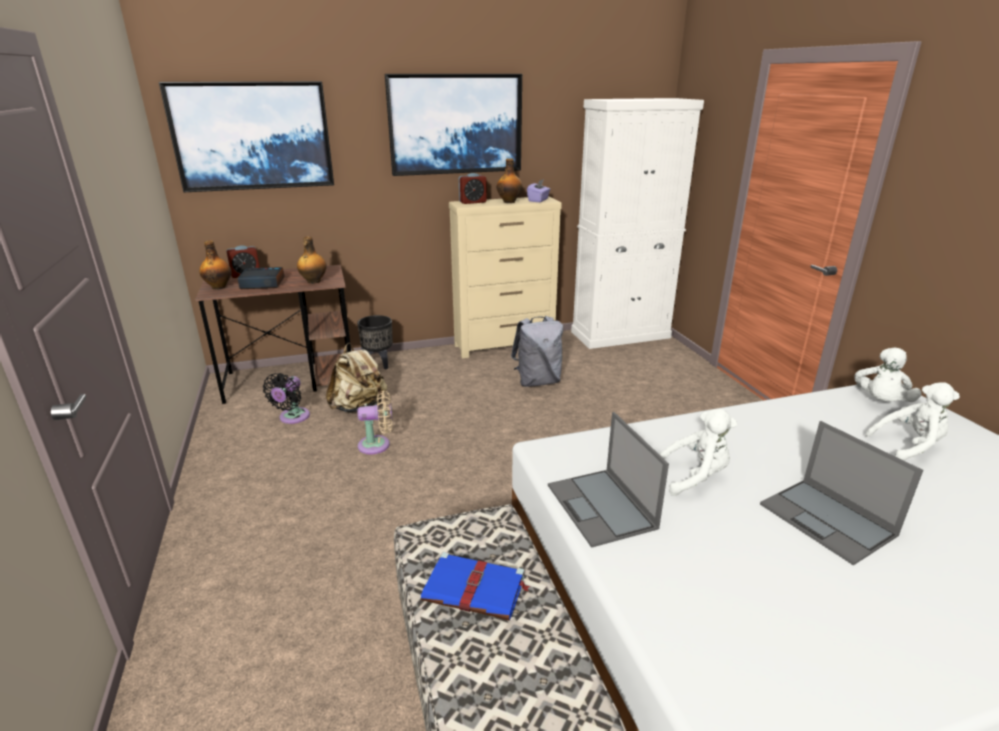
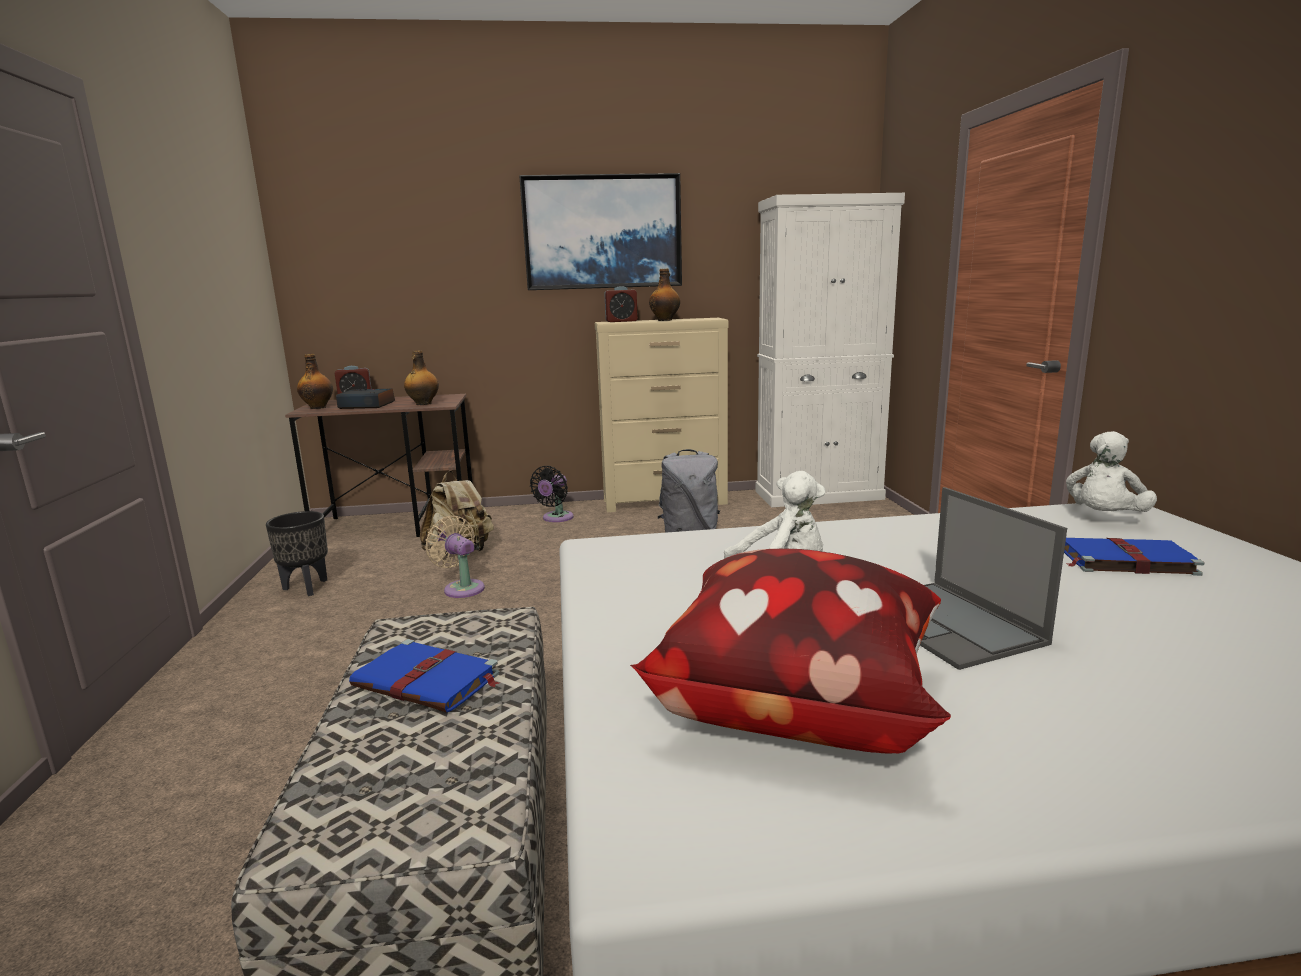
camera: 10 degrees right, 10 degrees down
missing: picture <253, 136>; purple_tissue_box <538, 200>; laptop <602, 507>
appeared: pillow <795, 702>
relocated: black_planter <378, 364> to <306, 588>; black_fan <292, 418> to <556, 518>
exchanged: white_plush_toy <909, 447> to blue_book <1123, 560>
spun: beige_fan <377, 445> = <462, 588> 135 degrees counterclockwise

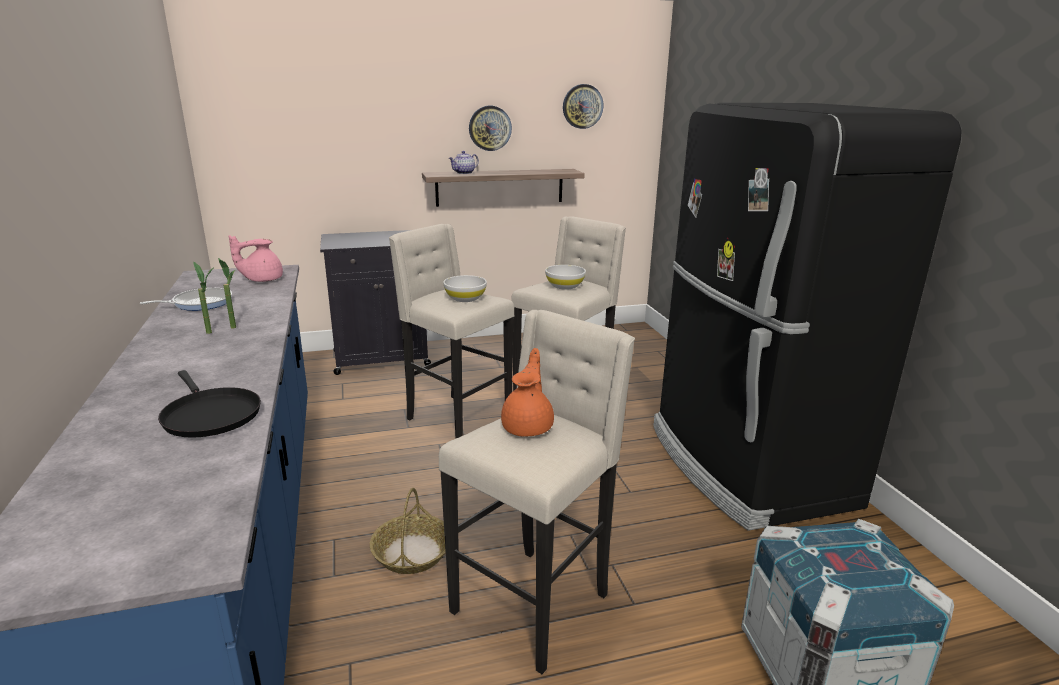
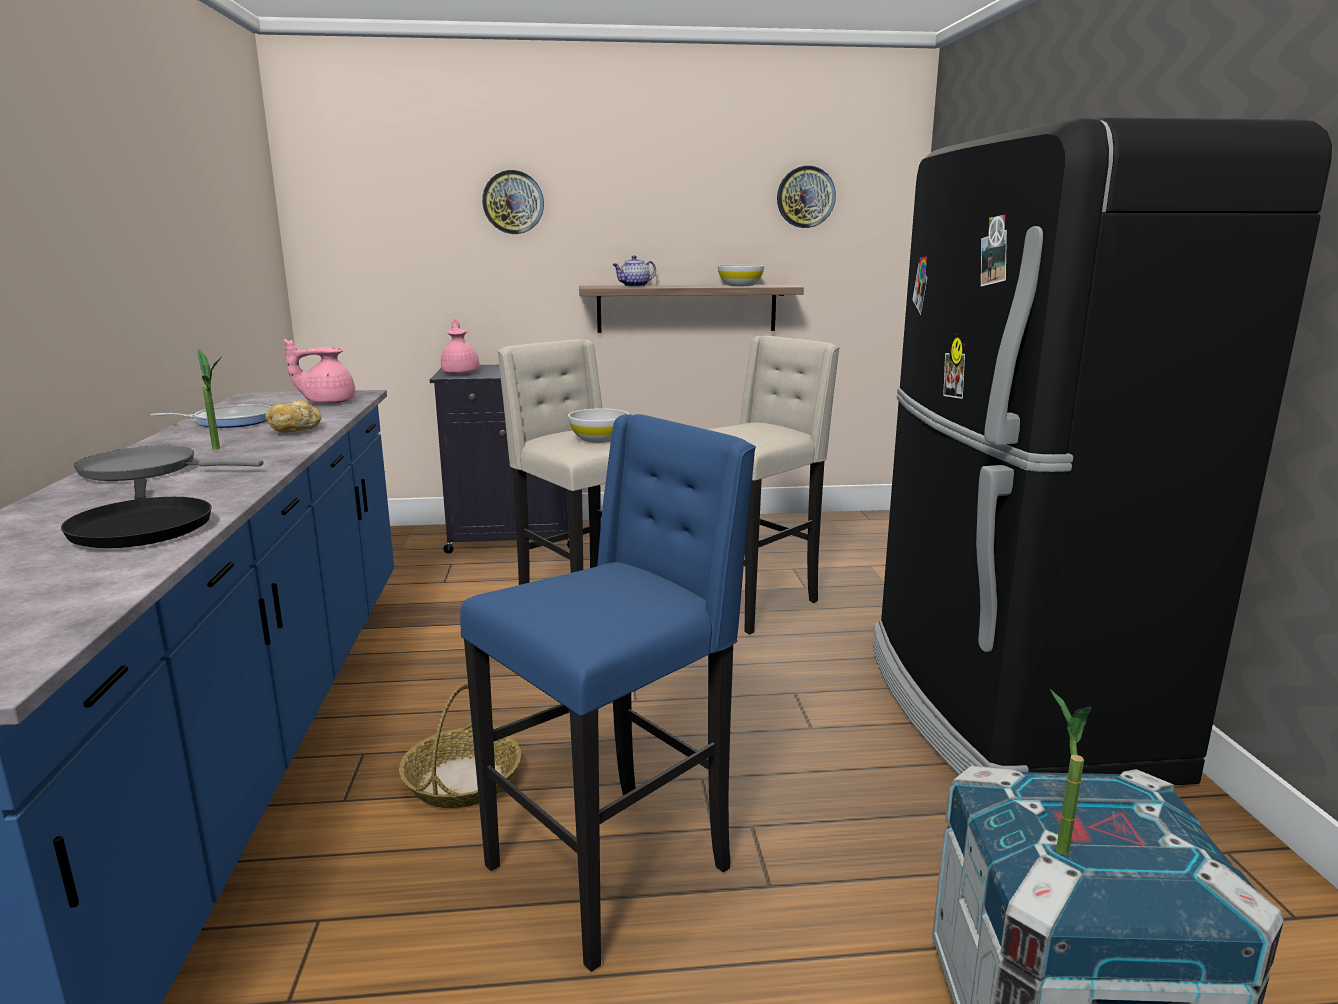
camera: 10 degrees right, 5 degrees down
missing: orange_teapot <528, 426>
appeared: pink_teapot <461, 372>; bread <295, 430>; grey_frying_pan <147, 470>
relocated: wall_clock <490, 128> to <513, 202>; potted_plant <233, 325> to <1054, 842>; white_bowl <564, 286> to <740, 285>
colour: beige_stool <534, 603> to blue_stool <614, 868>

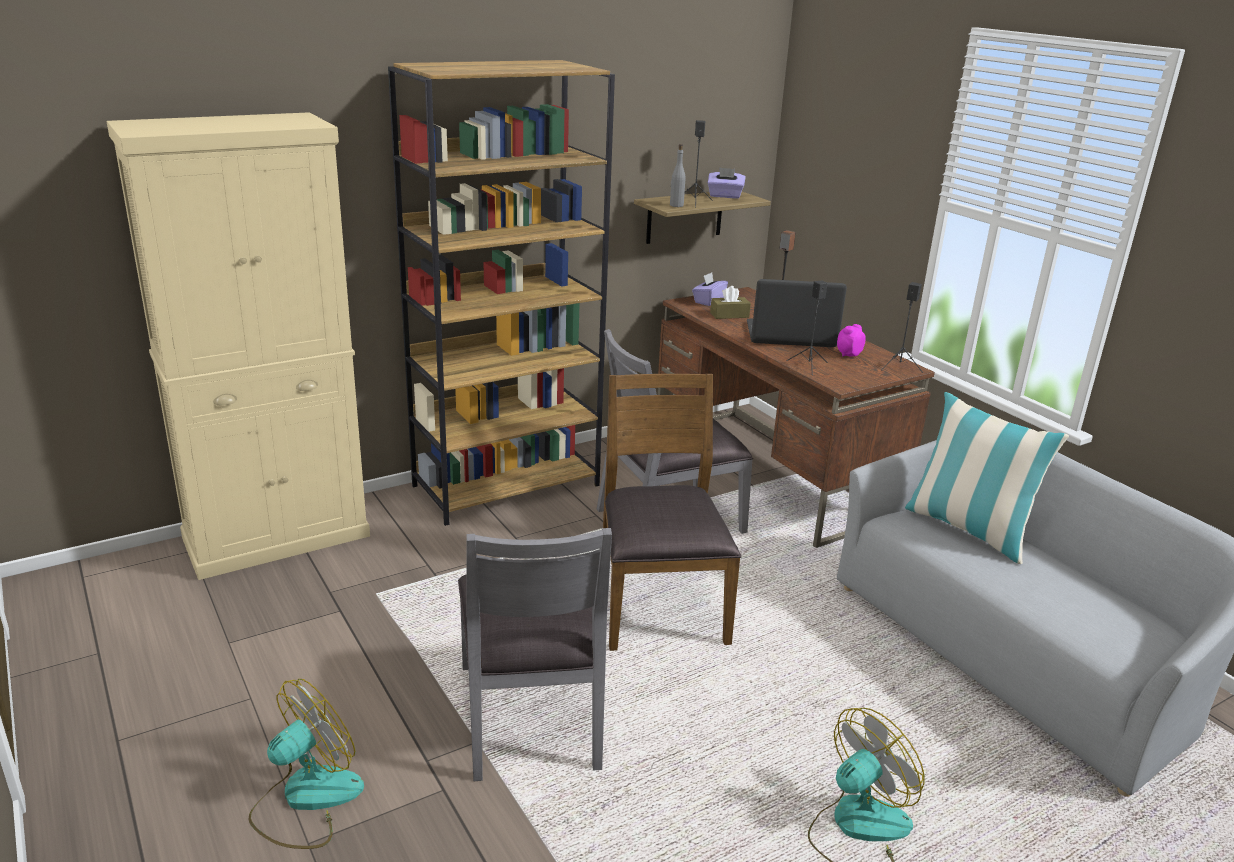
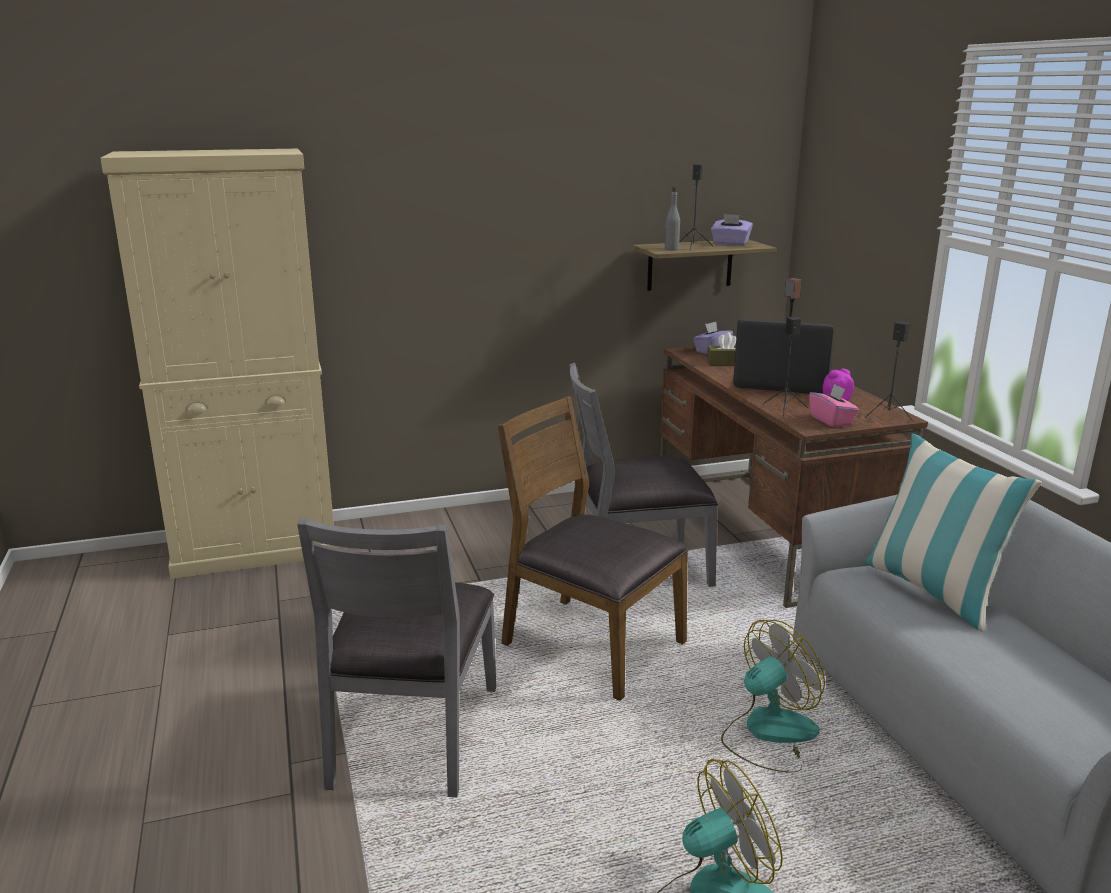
camera: 15 degrees right, 5 degrees down
missing: brown_bookcase <507, 485>
appeared: pink_tissue_box <831, 421>
relocated: fan <306, 799> to <768, 734>
spun: brown_chair <658, 603> = <590, 644> 60 degrees counterclockwise

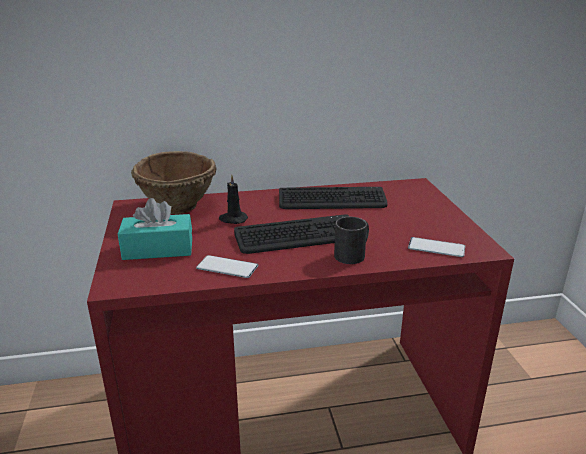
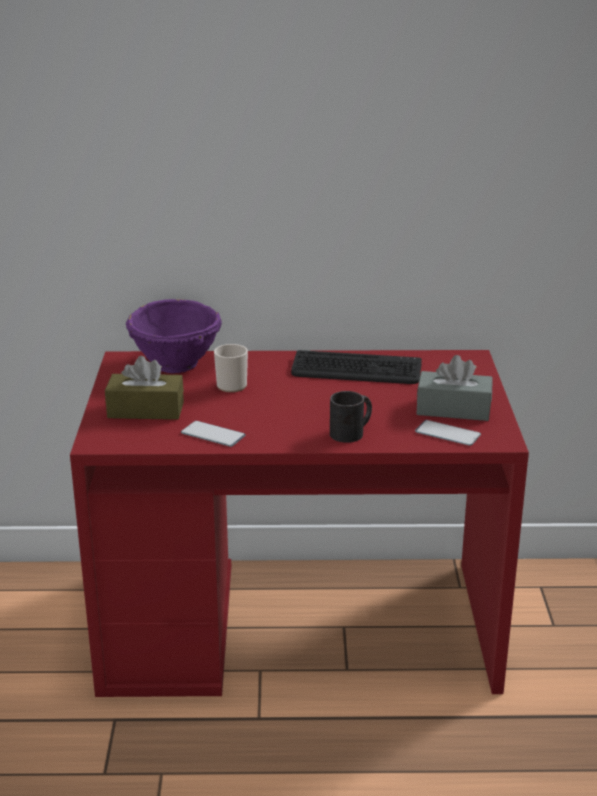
camera: 10 degrees right, 0 degrees up
missing: keyboard <297, 236>
appeared: grey_tissue_box <453, 409>
exchanged: black_candle <233, 219> to mug <233, 384>
colour: brown_bowl <179, 207> to purple_bowl <177, 364>; turquoise_tissue_box <158, 249> to brown_tissue_box <145, 410>

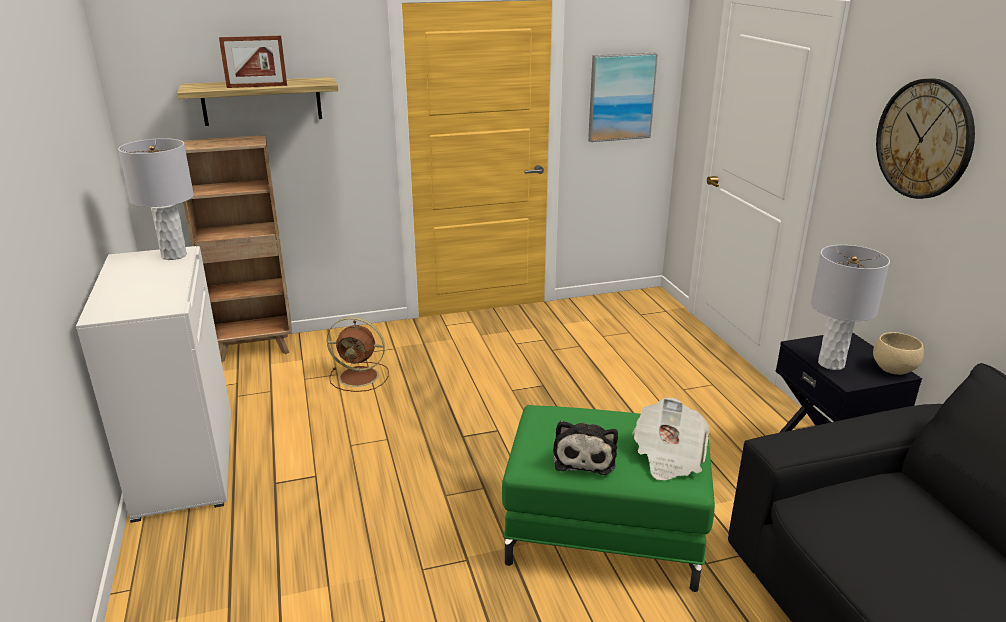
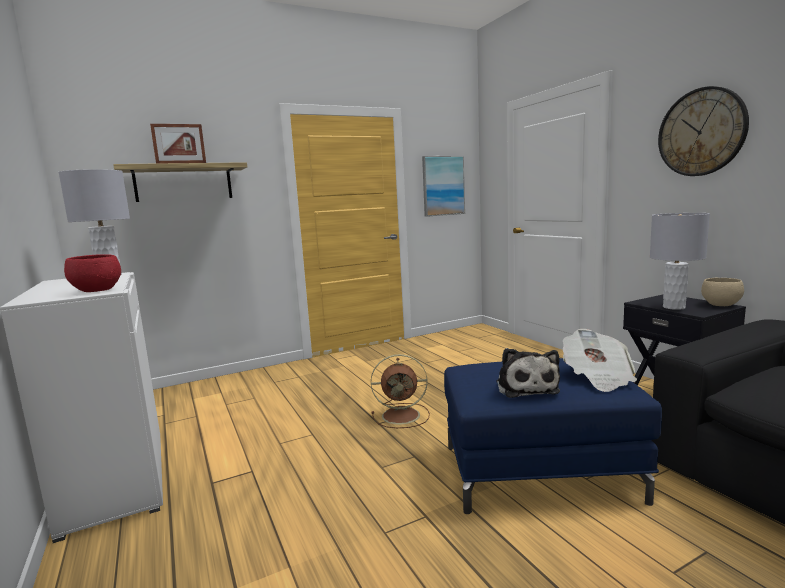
camera: 10 degrees left, 15 degrees down
missing: brown_bookcase <255, 348>
appeared: red_bowl <98, 291>
relocated: brown_fan <360, 377> to <402, 415>
colour: green_ottoman <604, 531> to blue_ottoman <539, 471>

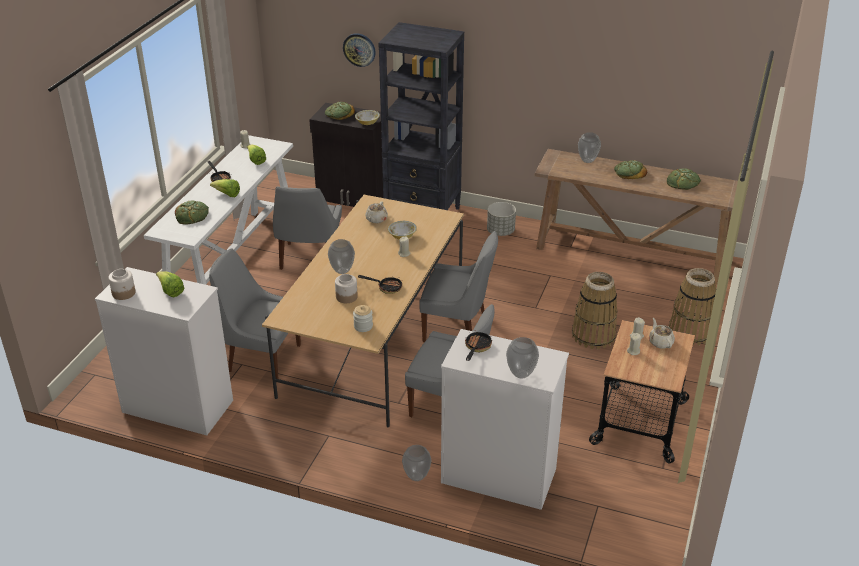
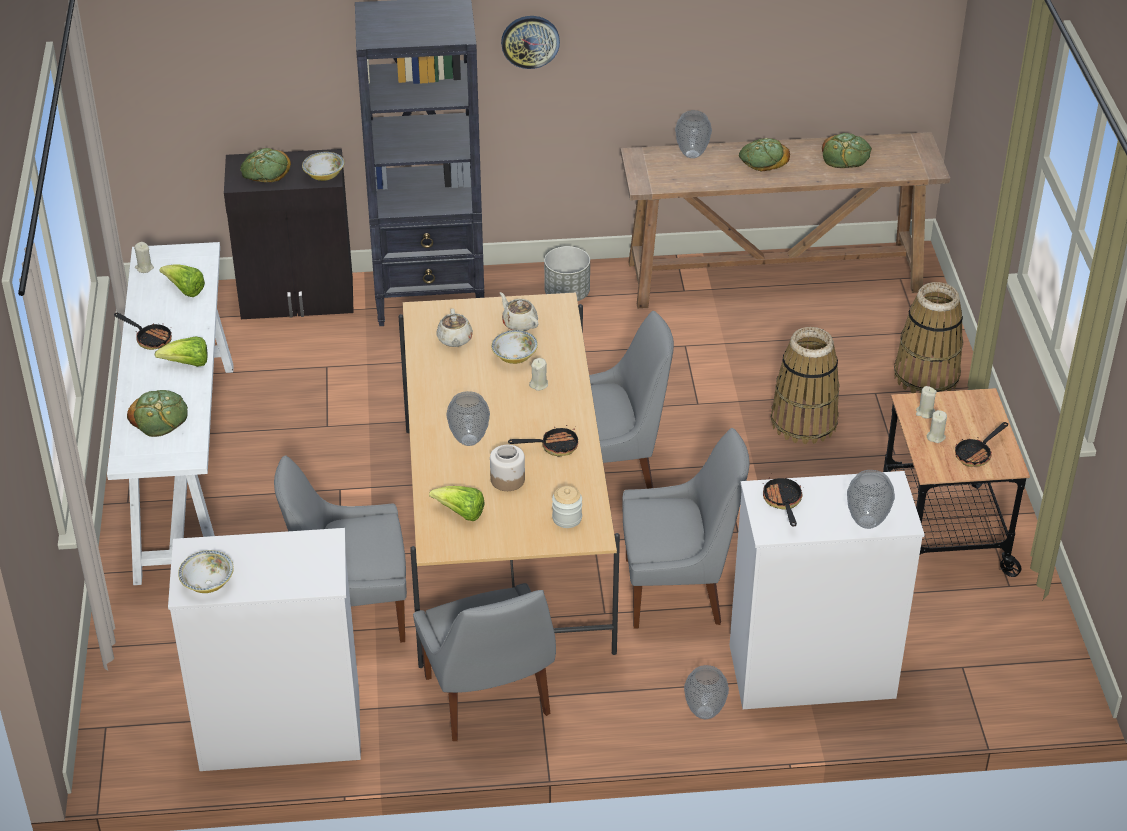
camera: 25 degrees left, 5 degrees up
appeared: frying_pan <976, 454>
relocated: wall_clock <359, 49> to <530, 41>; grey_chair <309, 259> to <489, 699>; lettuce <170, 291> to <460, 513>; beige_teapot <660, 342> to <519, 323>
exchanged: jar <124, 293> to bowl <208, 583>

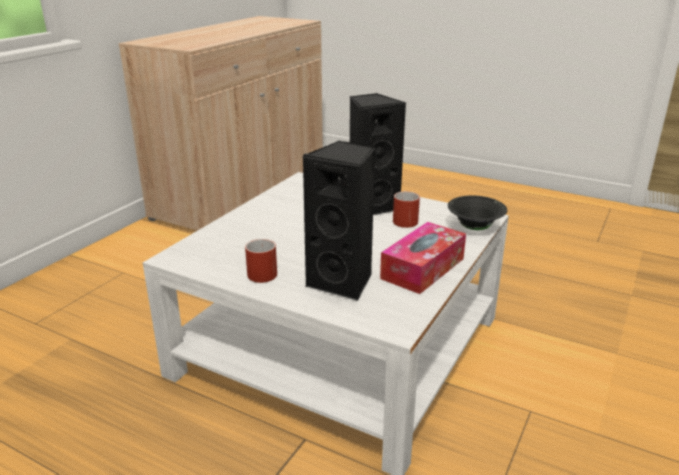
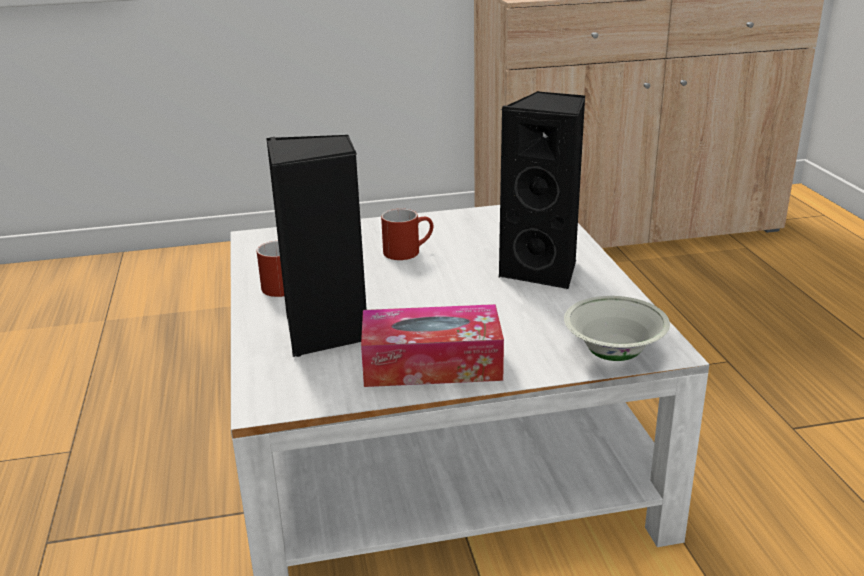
camera: 50 degrees right, 0 degrees up
relocated: red_mug <406, 220> to <408, 251>
colour: black_bowl <475, 227> to white_bowl <614, 354>

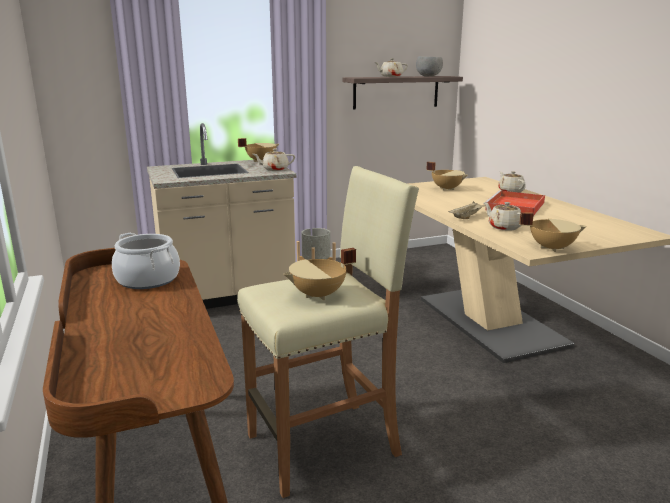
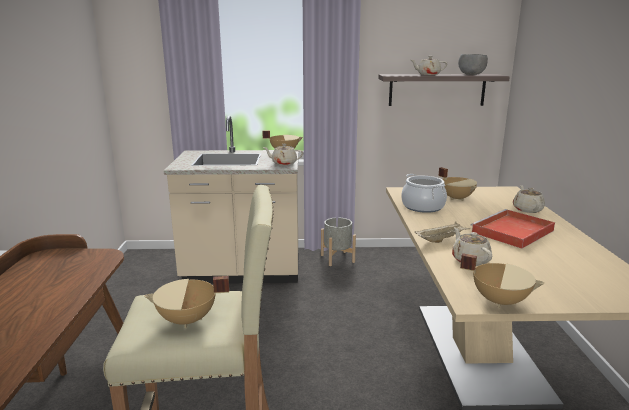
camera: 20 degrees right, 0 degrees up
relocated: cooking_pot <148, 279> to <423, 206>

